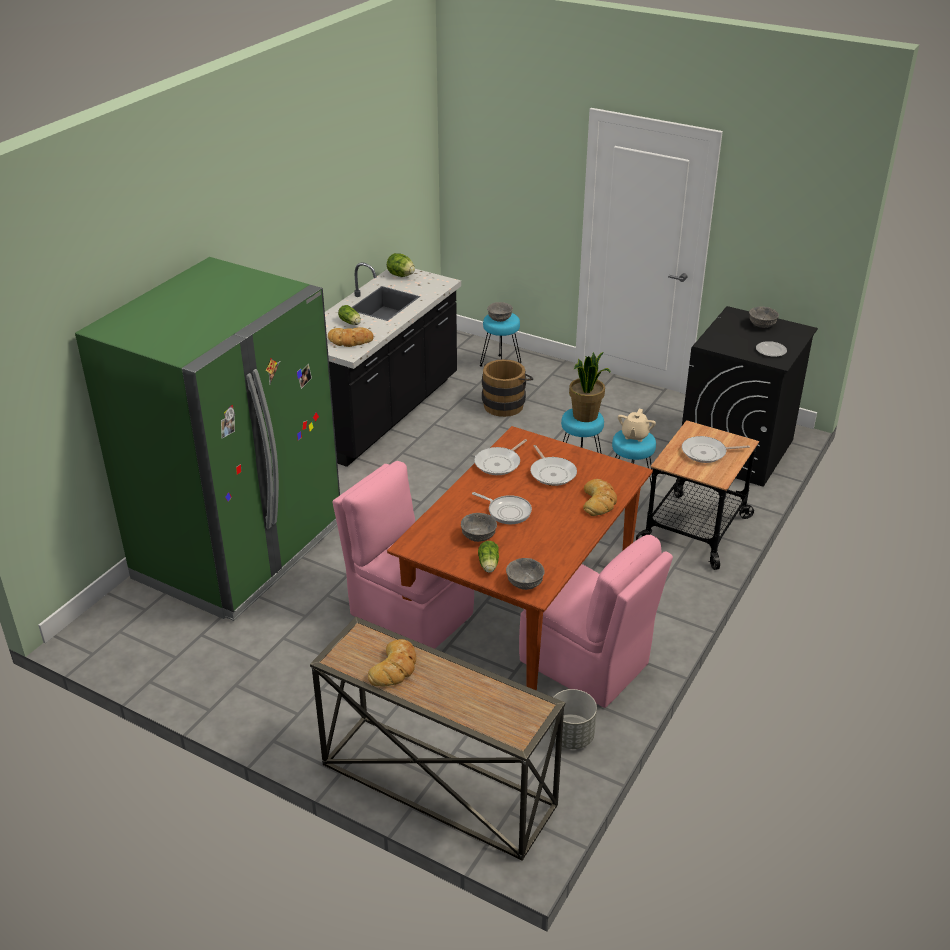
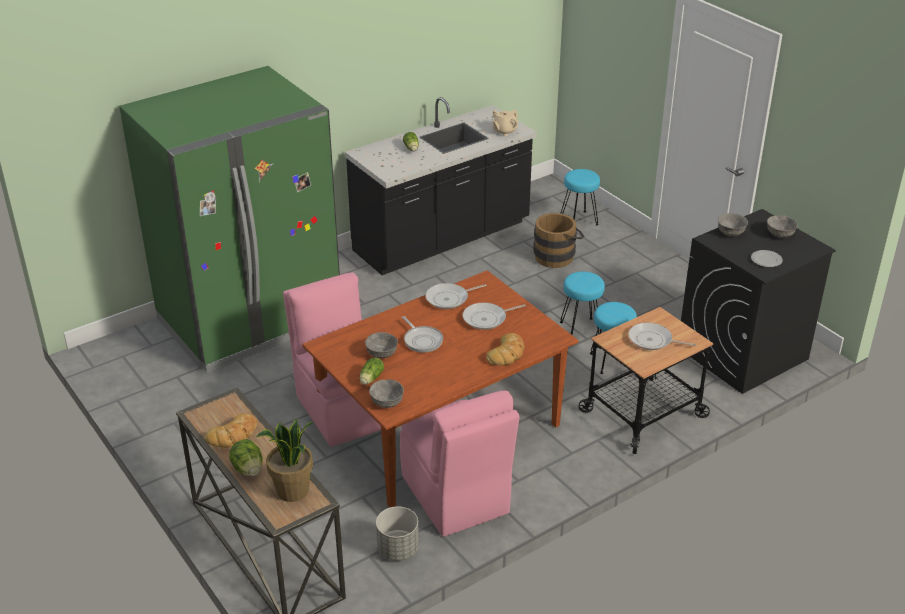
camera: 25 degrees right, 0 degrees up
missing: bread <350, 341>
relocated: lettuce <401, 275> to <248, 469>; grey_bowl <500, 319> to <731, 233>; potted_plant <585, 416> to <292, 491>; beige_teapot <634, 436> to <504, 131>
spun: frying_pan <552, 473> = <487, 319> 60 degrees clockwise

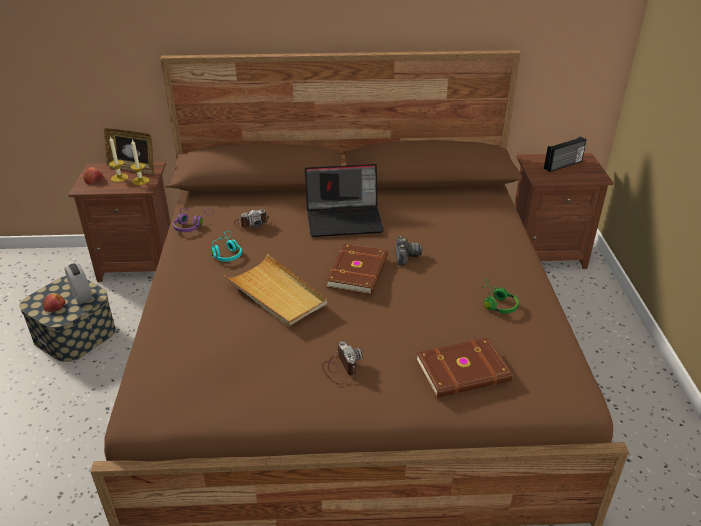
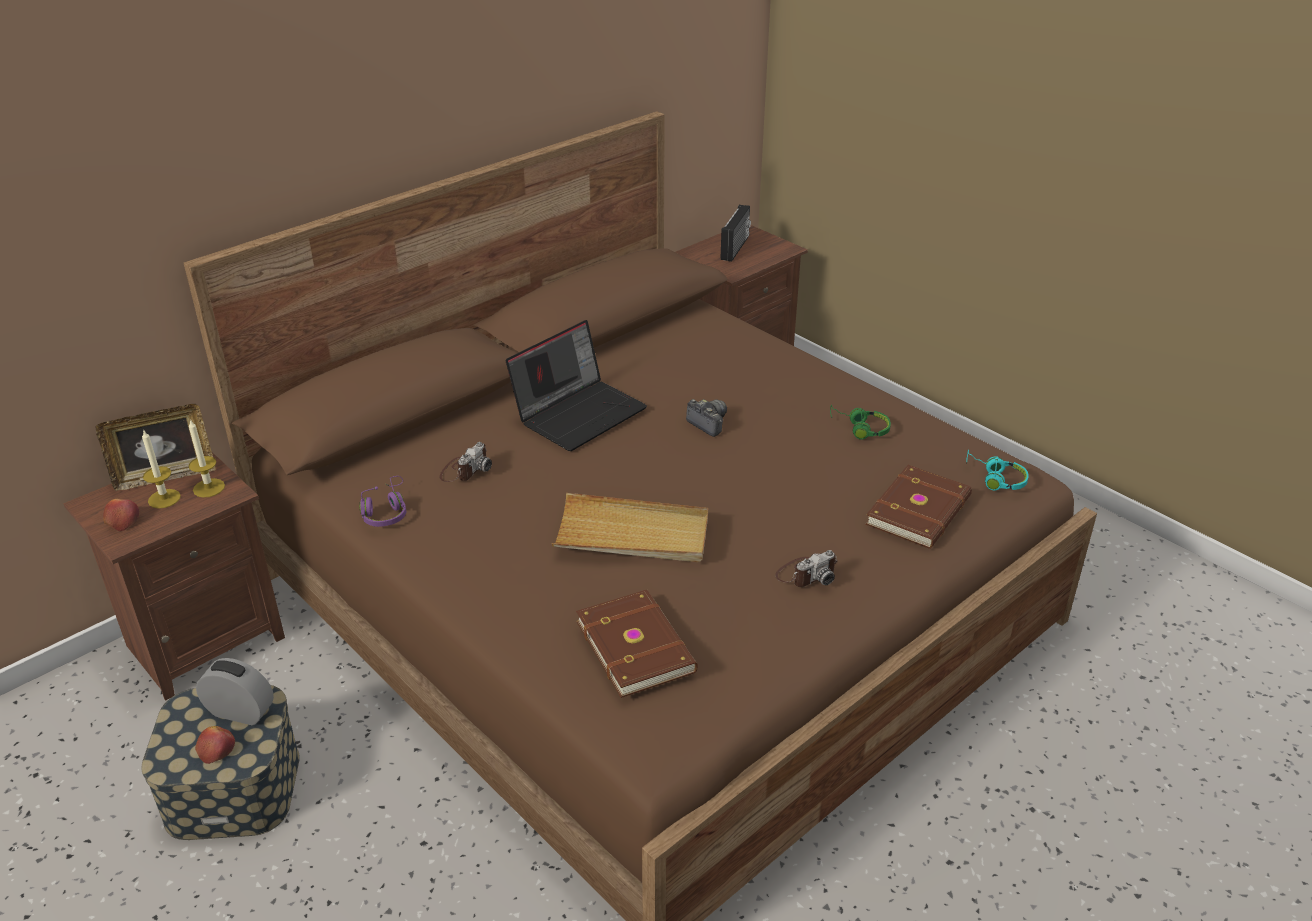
camera: 40 degrees left, 0 degrees up
relocated: turquoise_headphones <226, 253> to <995, 479>; brown_book <359, 271> to <637, 645>
spun: photo_camera <340, 368> = <806, 574> 120 degrees clockwise

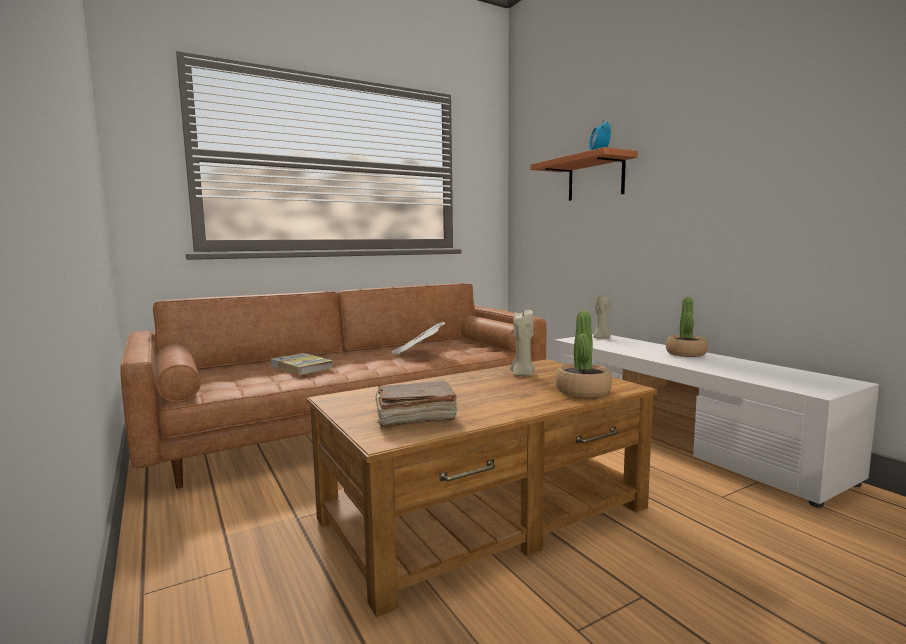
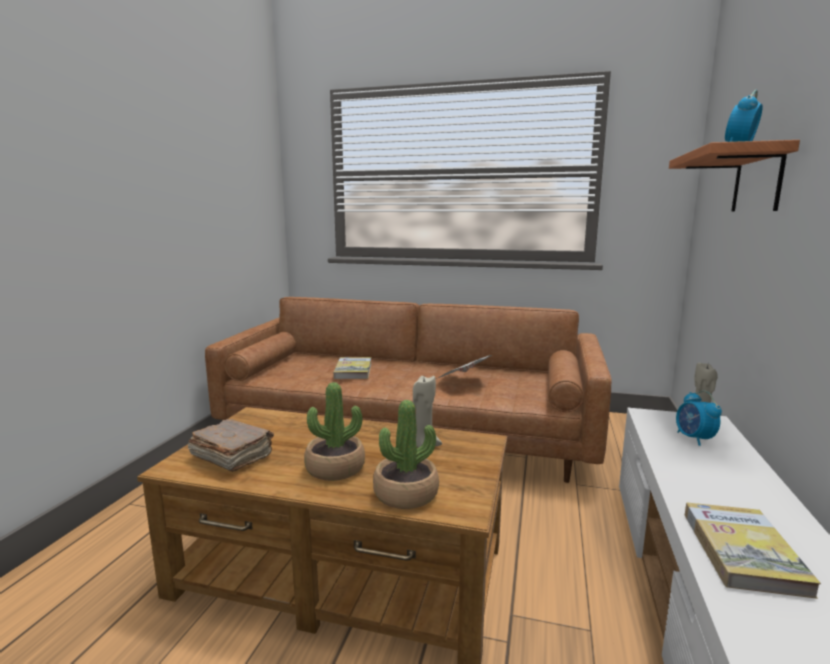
camera: 45 degrees right, 5 degrees up
appeared: alarm_clock <694, 439>; book <742, 551>
relocated: potted_plant <686, 353> to <335, 468>

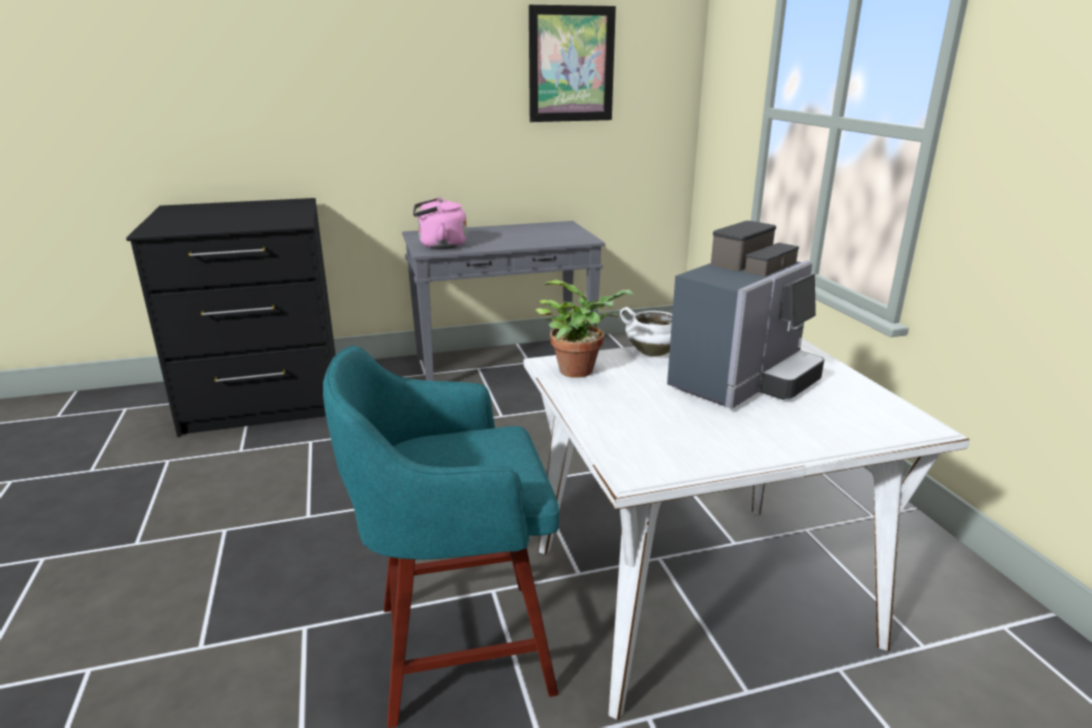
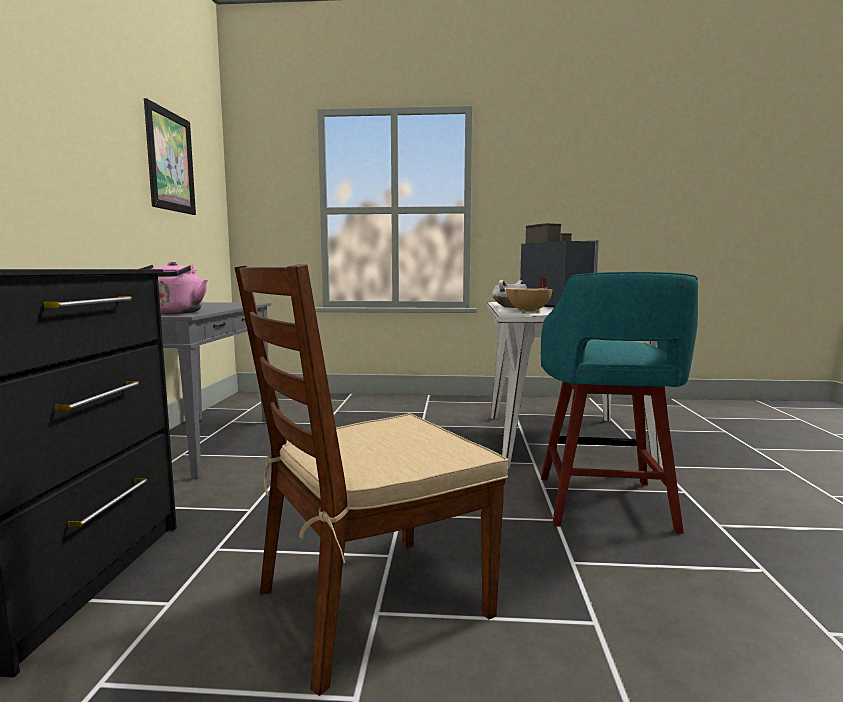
camera: 70 degrees left, 15 degrees down
appeared: brown_chair <370, 603>
exchanged: potted_plant <581, 370> to beige_cooking_pot <529, 312>

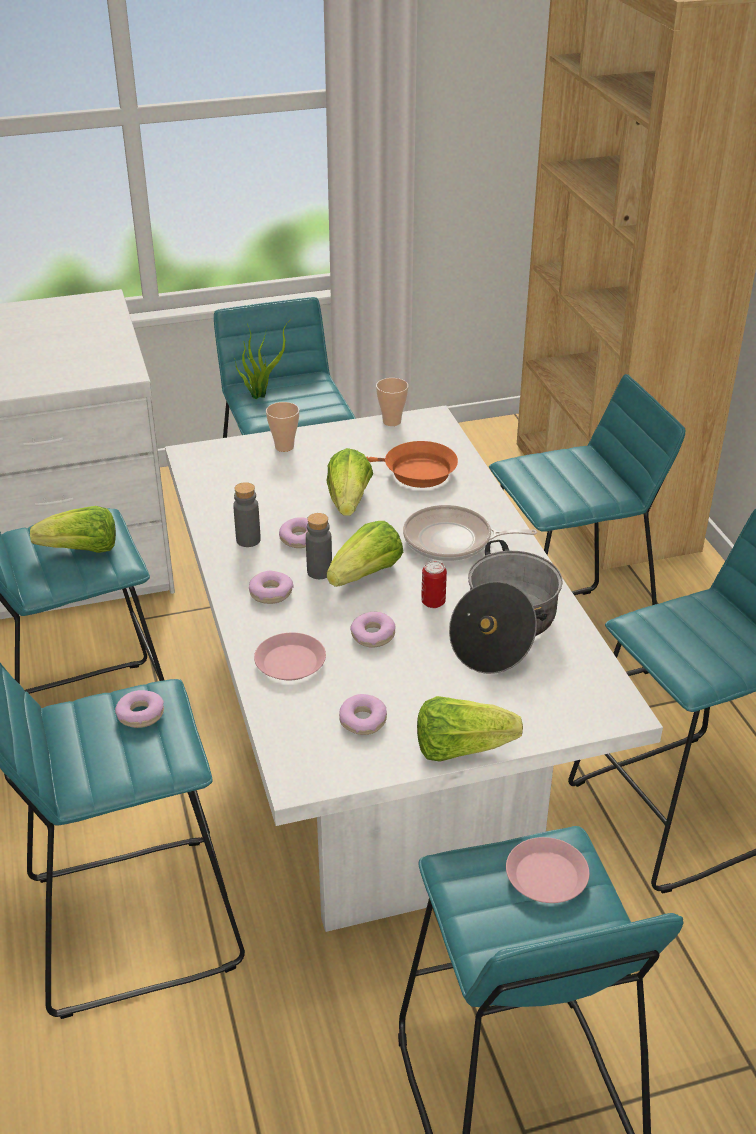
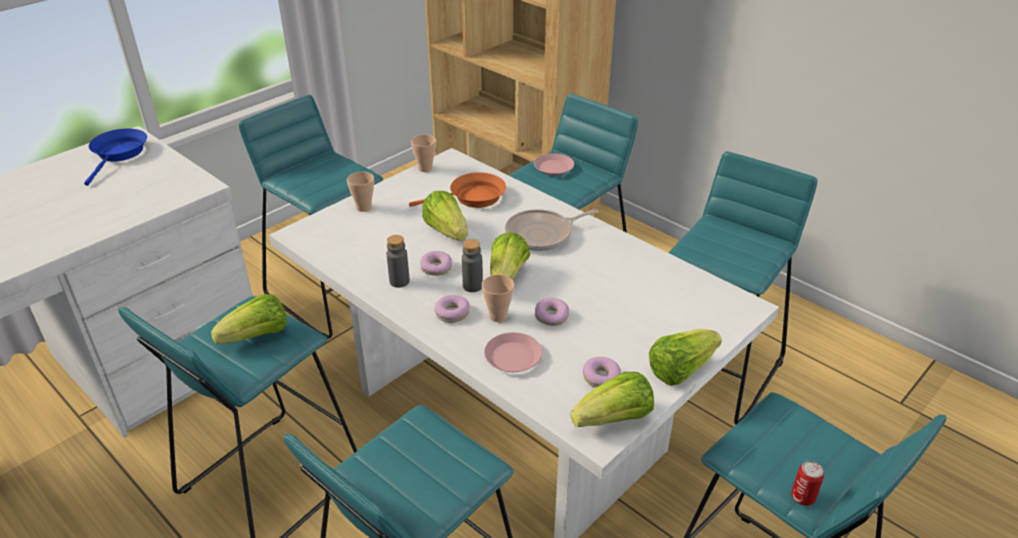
camera: 30 degrees left, 0 degrees up
missing: potted_plant <260, 394>; cooking_pot <504, 629>; donut <140, 715>
appeared: blue_frying_pan <119, 154>; cup <498, 316>; lettuce <614, 419>
relocated: can <433, 602> to <802, 497>; pink_plate <547, 876> to <554, 168>

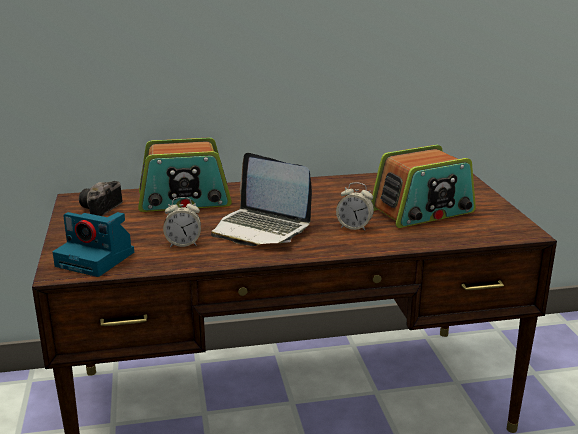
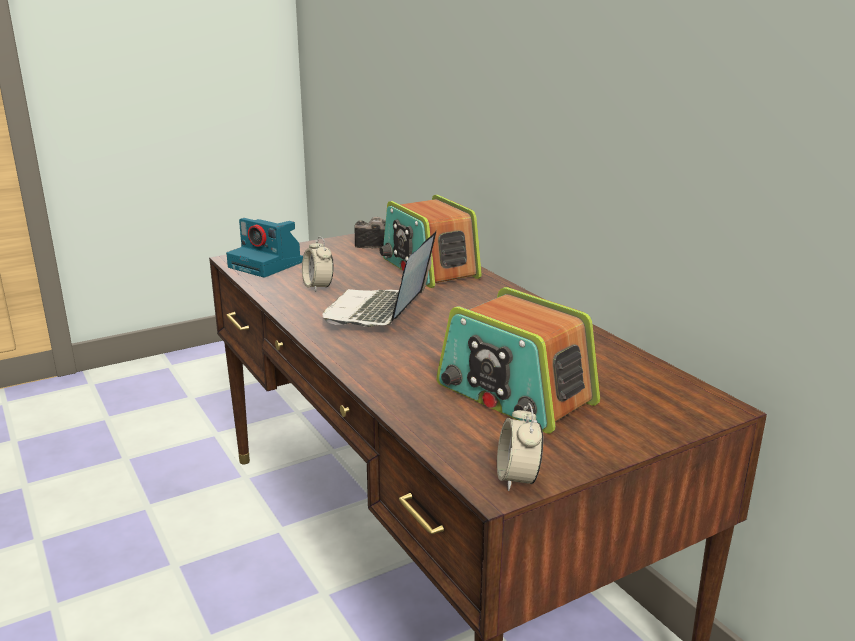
camera: 70 degrees right, 0 degrees up
relocated: alarm_clock <354, 227> to <517, 478>
spun: photo_camera <97, 259> = <267, 265> 60 degrees counterclockwise

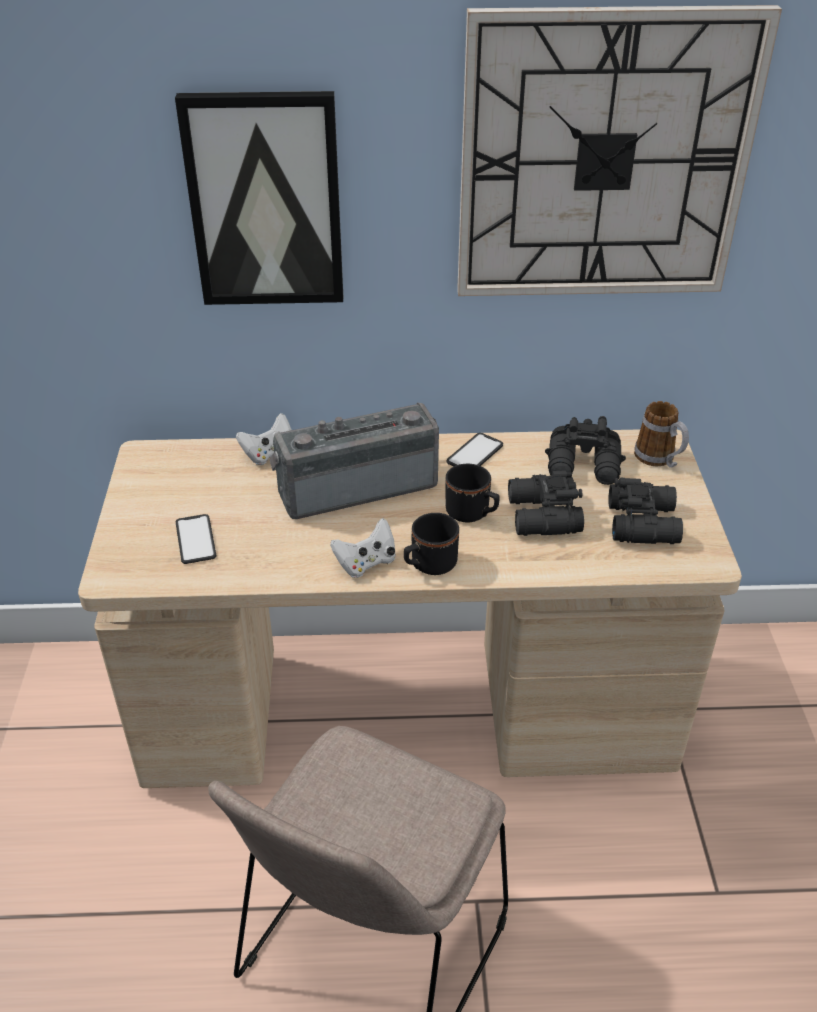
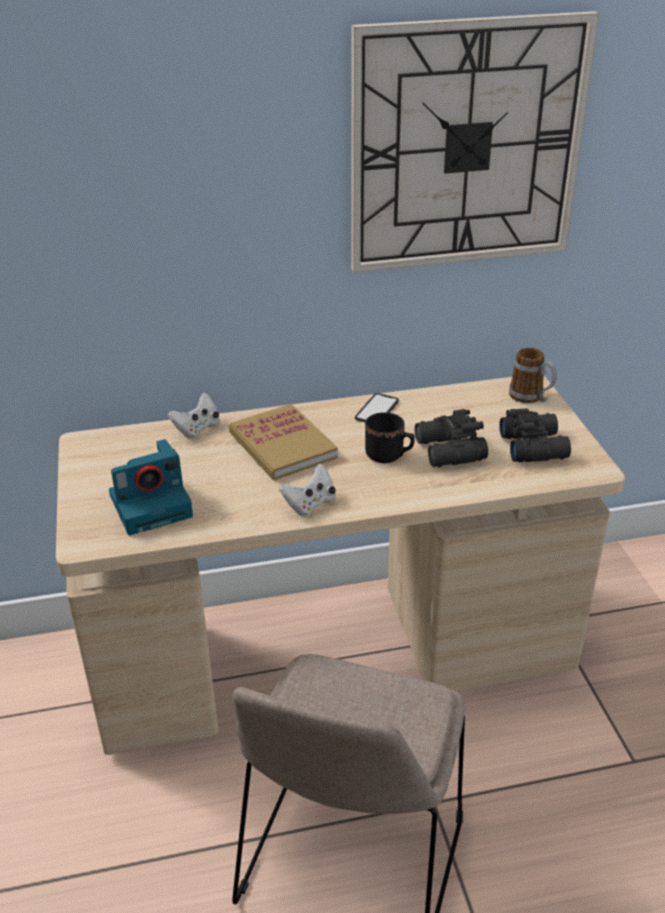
camera: 10 degrees left, 5 degrees down
missing: picture <265, 201>; black_binoculars <585, 466>; black_mug <428, 565>
exchanged: radio <356, 485> to book <282, 445>; phone <195, 540> to photo_camera <152, 504>

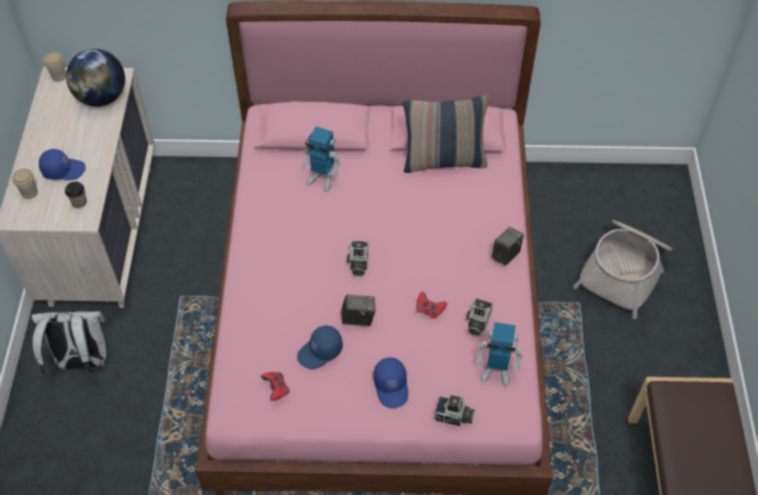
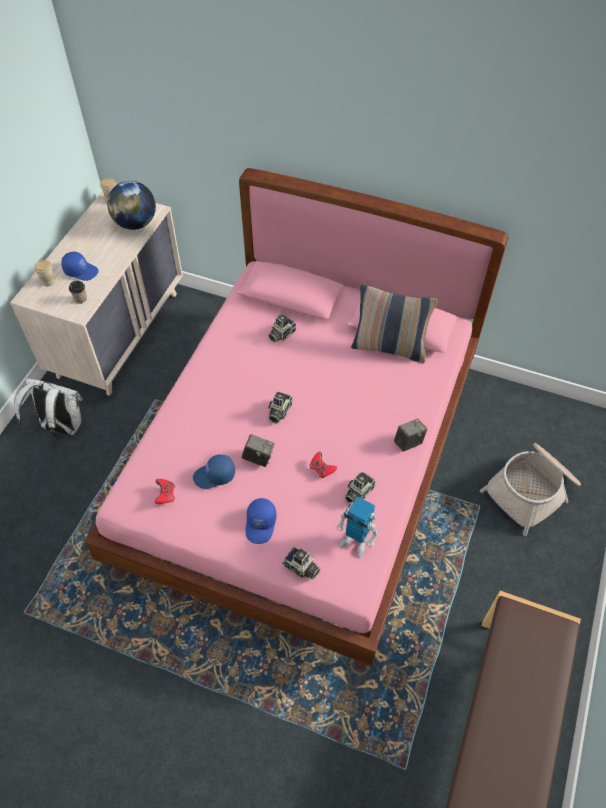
camera: 20 degrees right, 0 degrees up
exchanged: toy_robot <322, 179> to photo_camera <281, 334>

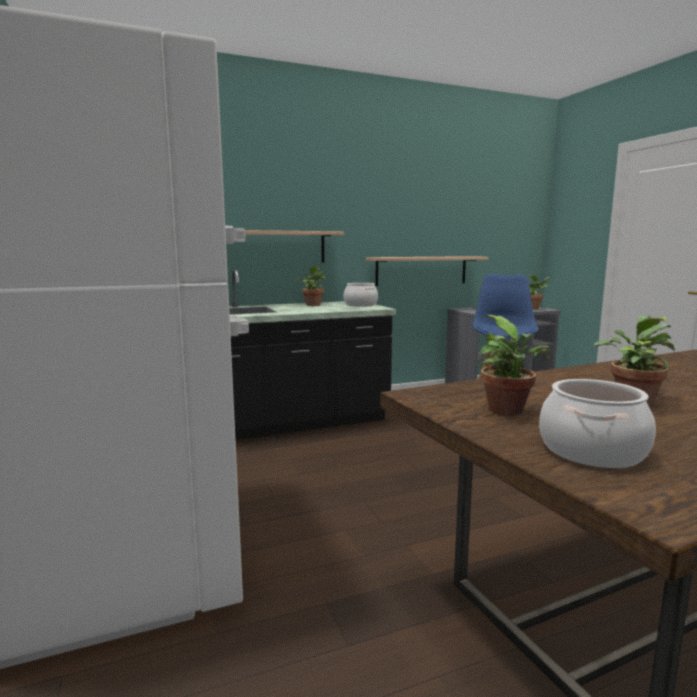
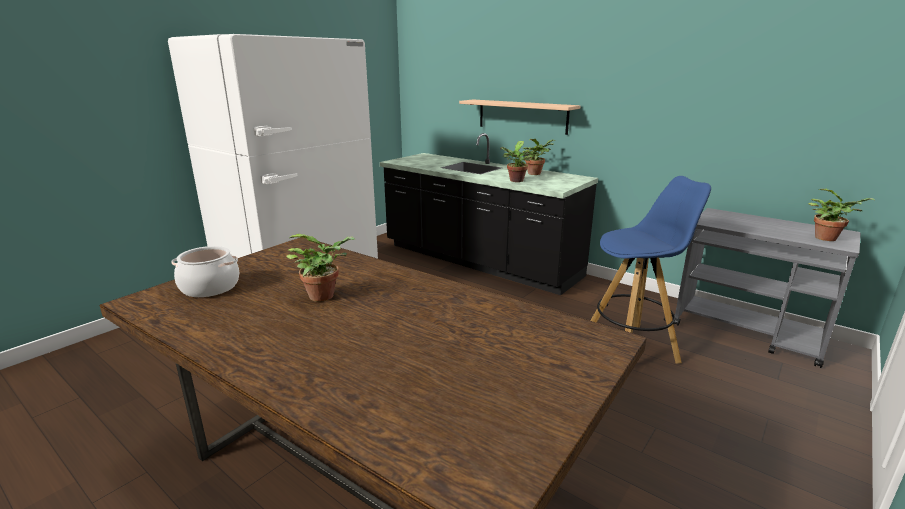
camera: 60 degrees right, 10 degrees up
missing: shelf <421, 270>; cooking_pot <360, 305>
relocated: potted_plant <509, 412> to <515, 181>

